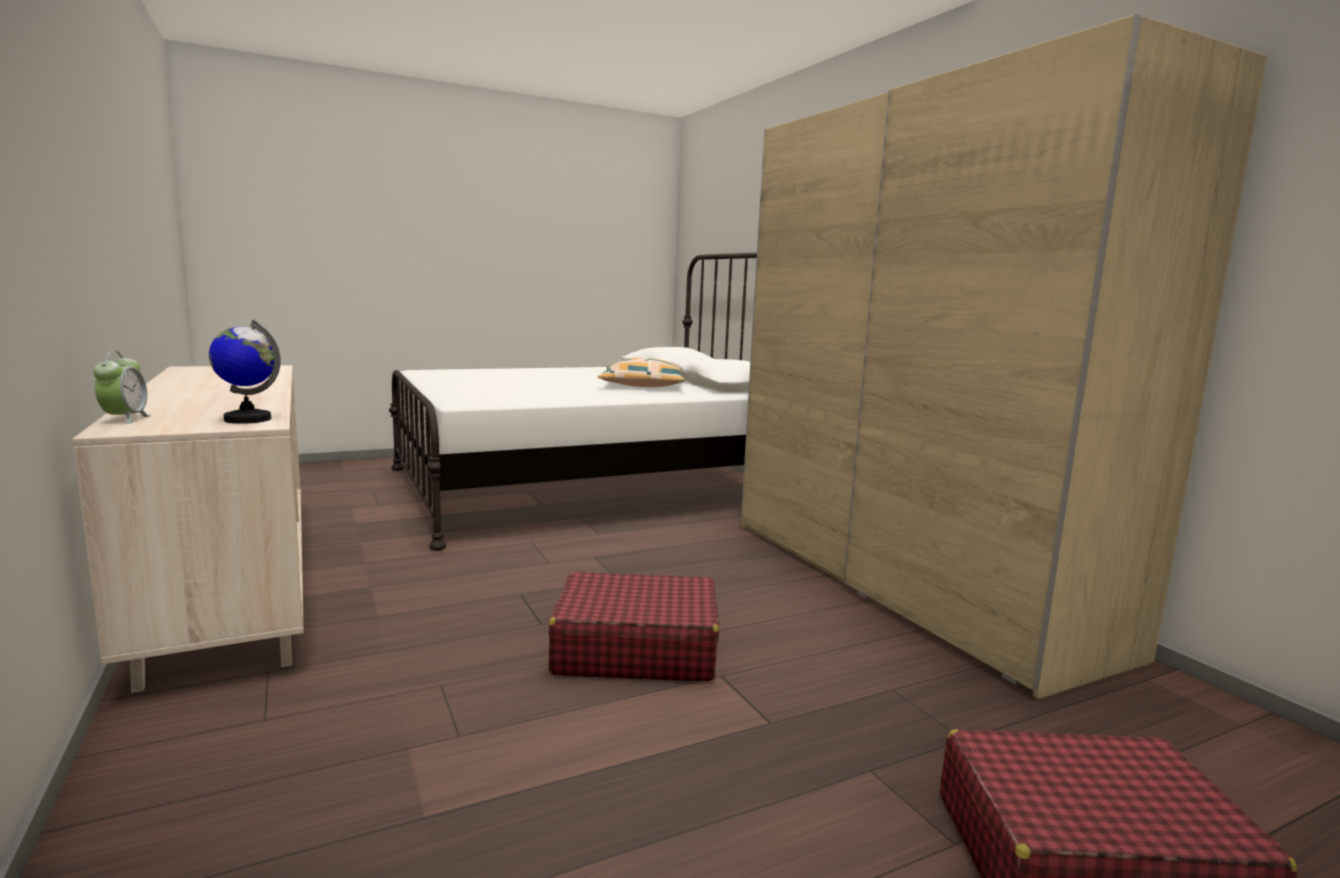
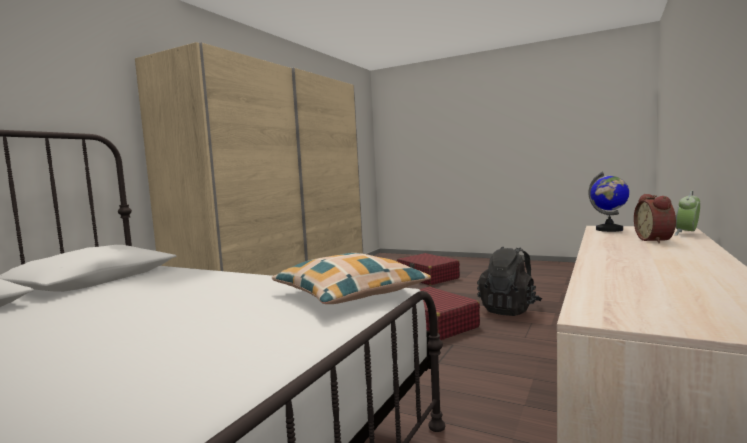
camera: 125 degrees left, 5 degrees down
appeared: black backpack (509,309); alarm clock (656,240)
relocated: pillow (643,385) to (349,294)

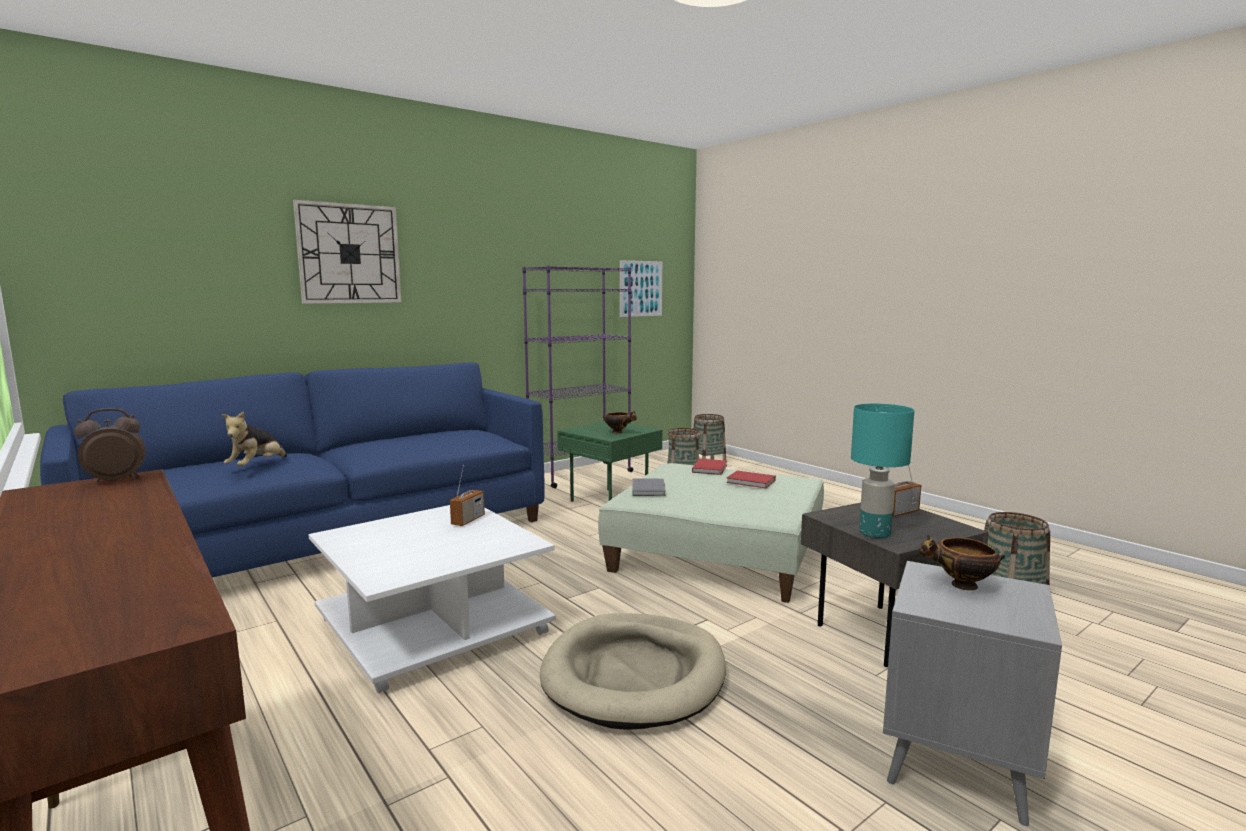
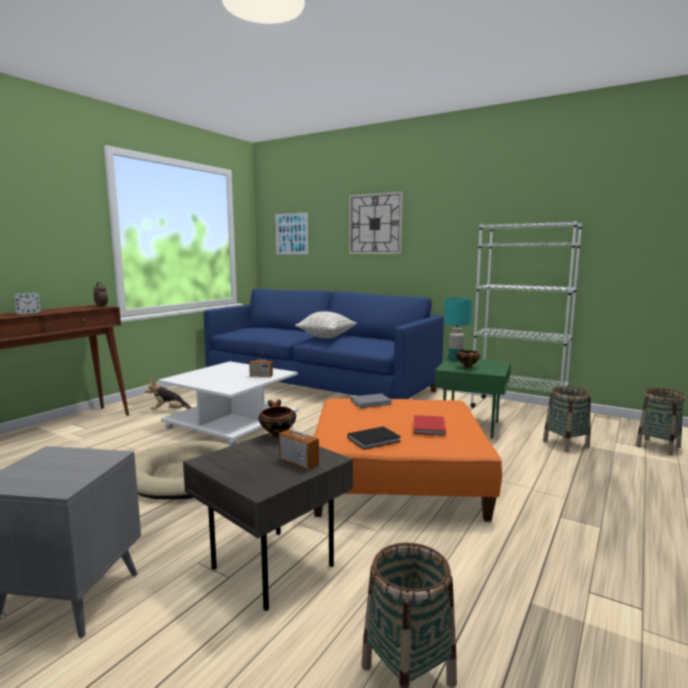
camera: 70 degrees right, 0 degrees up
missing: red book (710,468)
appeared: alarm clock (28,313); pillow (326,337); black book (375,440)
relocated: plush toy (257,466) to (170,412); bowl (961,586) to (277,436); picture (641,288) to (291,234); turquoise table lamp (874,533) to (455,359)
colour: green ottoman (718,553) to orange ottoman (398,479); purple bookcase (580,475) to white bookcase (517,408)

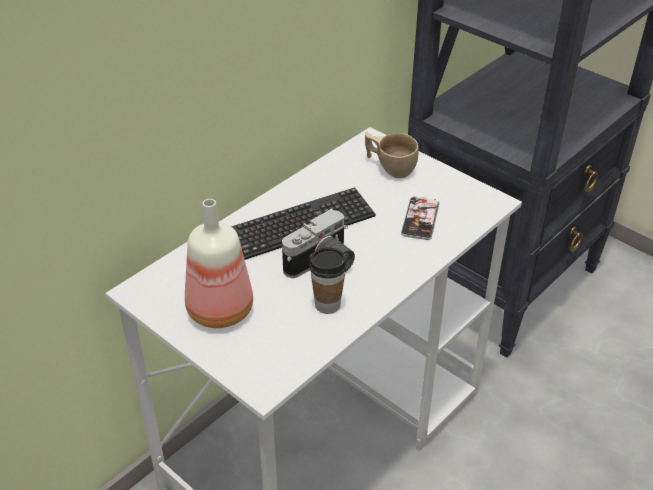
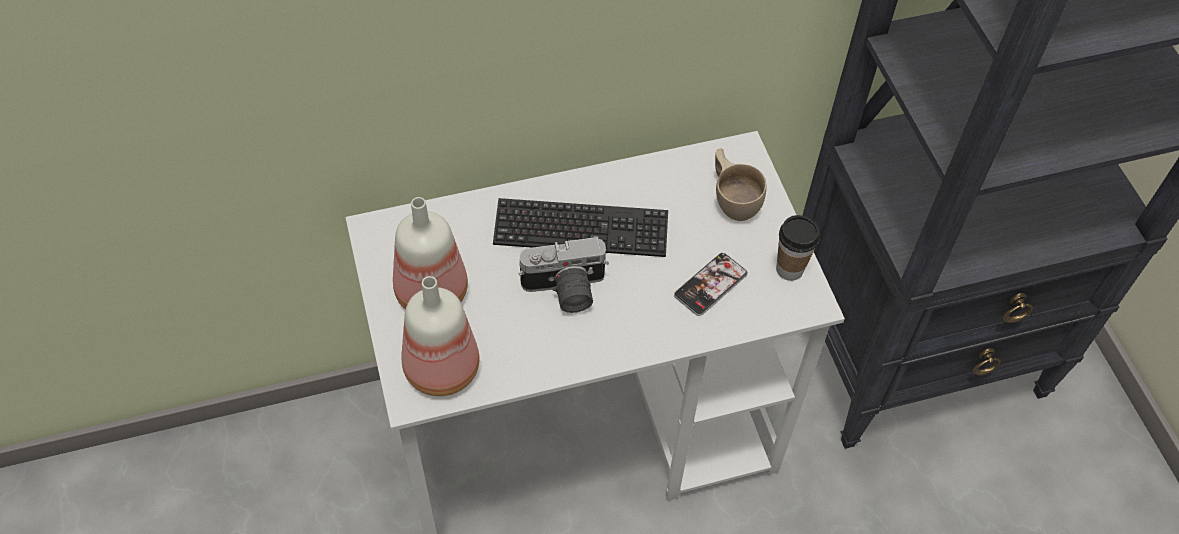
camera: 30 degrees right, 15 degrees up
appeared: bottle (442,370)
relocated: cup (327,305) to (789,269)

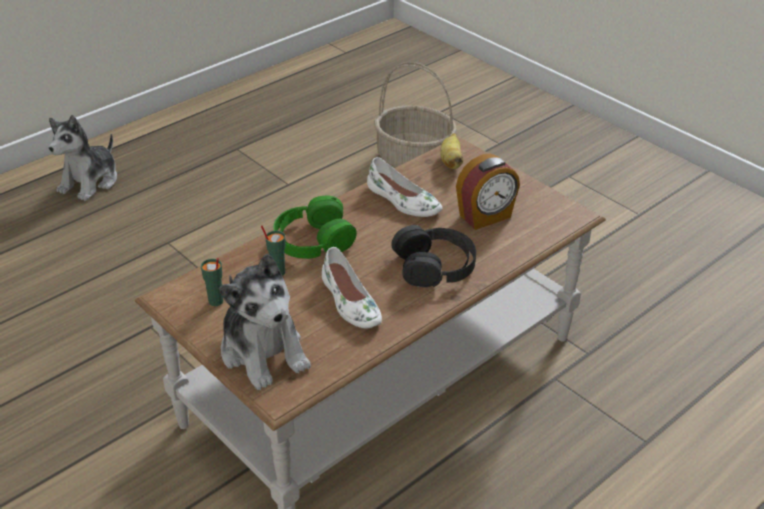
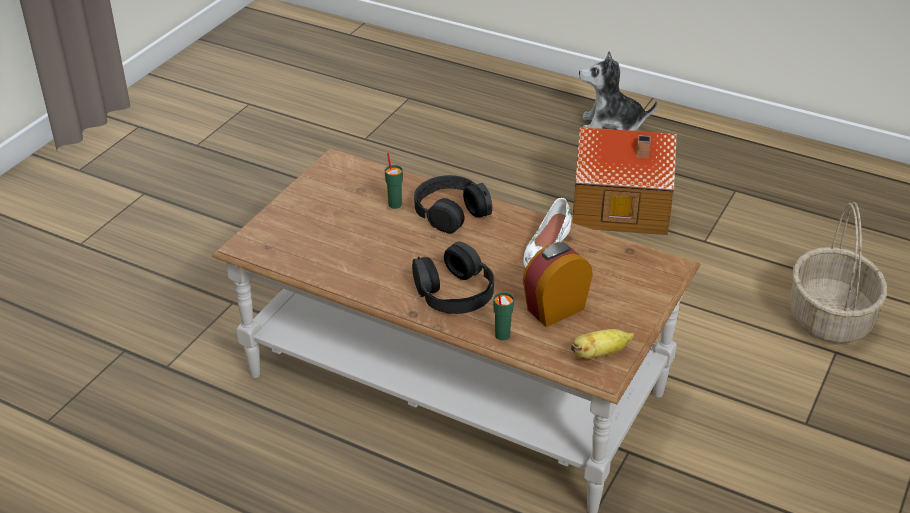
camera: 70 degrees right, 0 degrees up
missing: plush toy (264,351); white shoe (349,302)
appeared: toy house (622,205)
relocated: green cup (216,301) to (502,335); banana (451,162) to (599,354)
colour: green headphones (313,240) to black headphones (451,211)
spun: alarm clock (485,217) = (554,309) 105 degrees clockwise

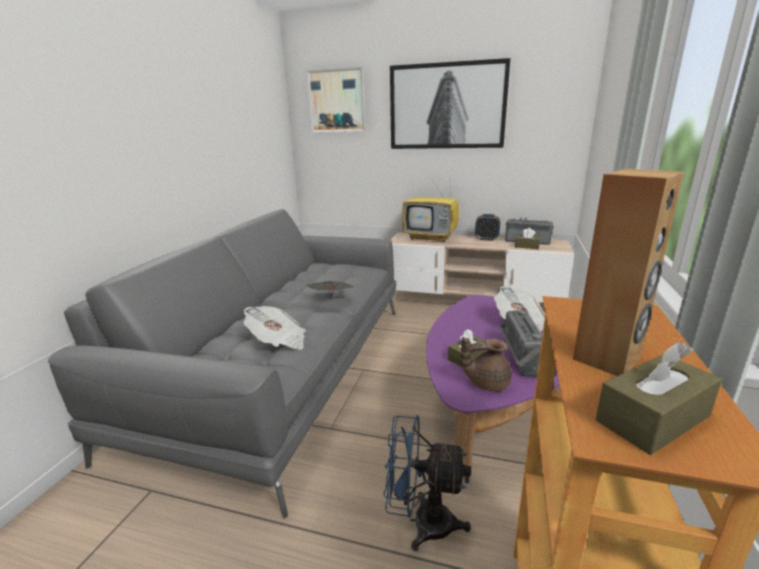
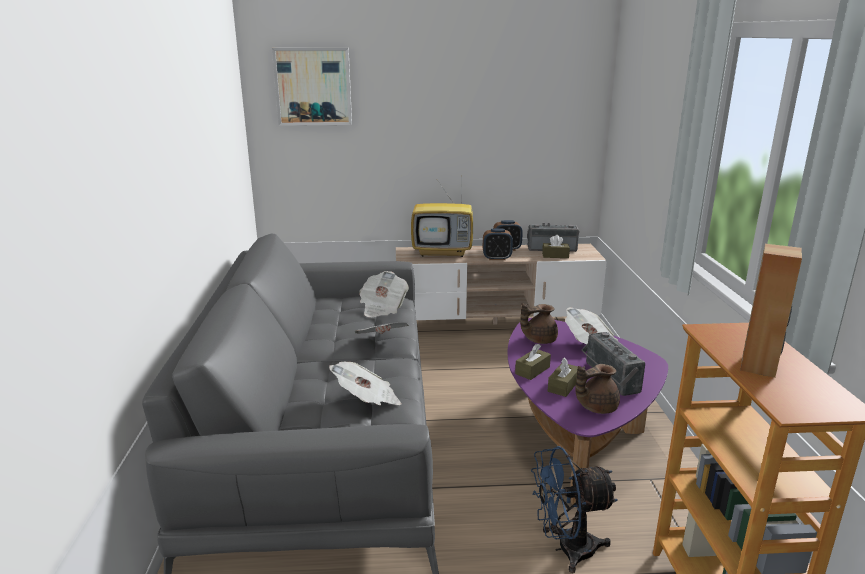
camera: 20 degrees left, 0 degrees up
missing: picture (446,106)
appeared: newspaper (382,307); alarm clock (497,258); brown teapot (538,339)
relocated: brown tissue box (652,418) to (532,370)

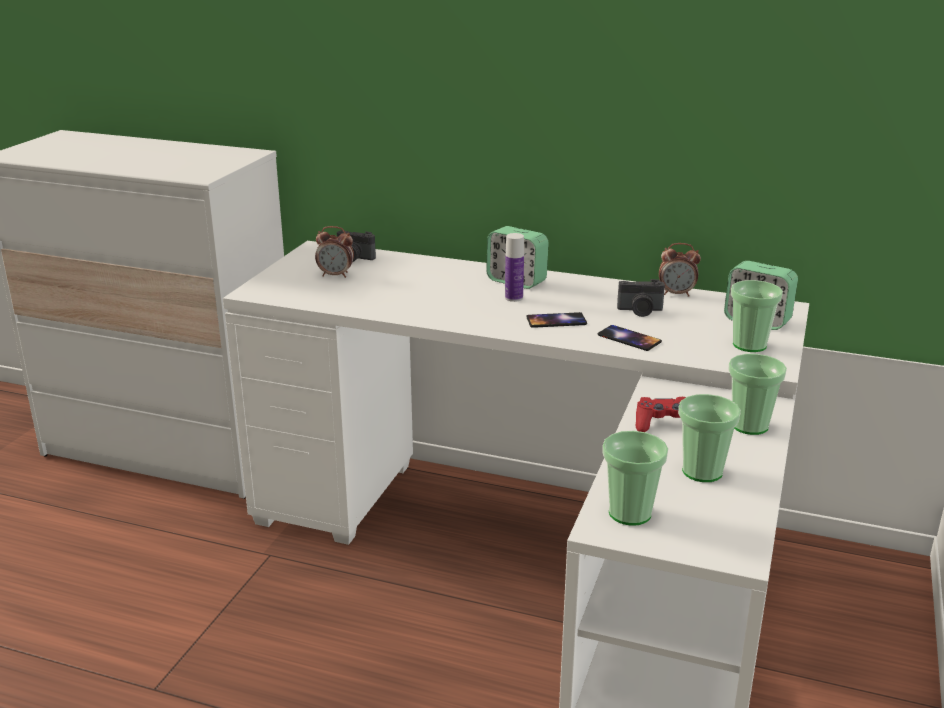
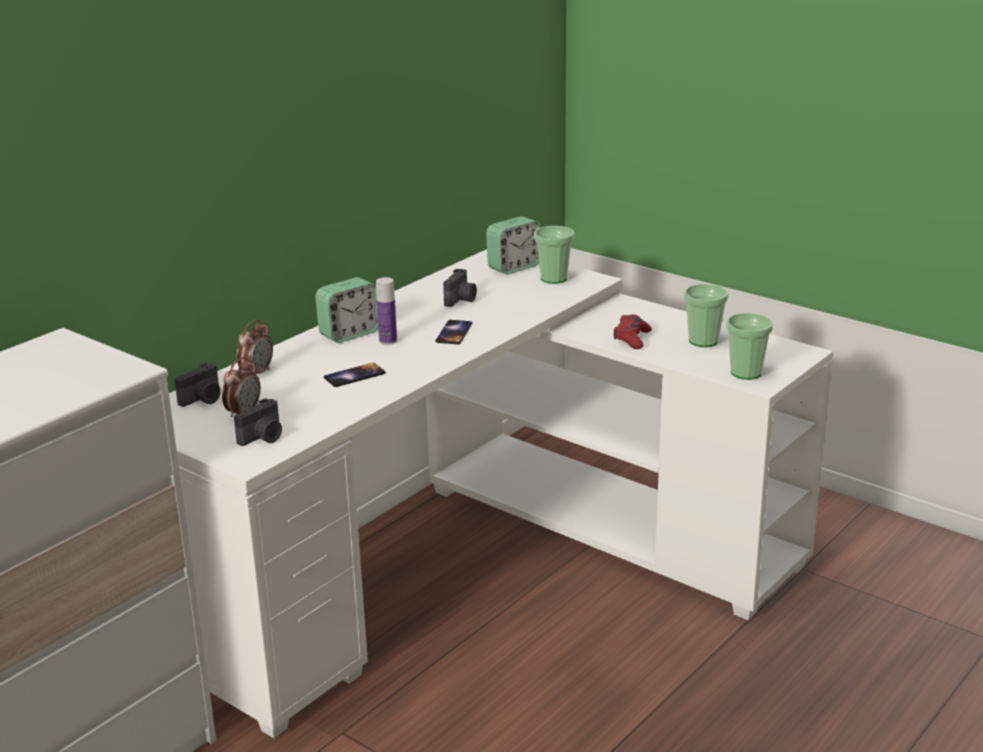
camera: 70 degrees left, 0 degrees up
missing: cup (749,425)
appeared: photo camera (263,438)
relocated: alarm clock (676,294) to (257,373); phone (629,338) to (354,375)

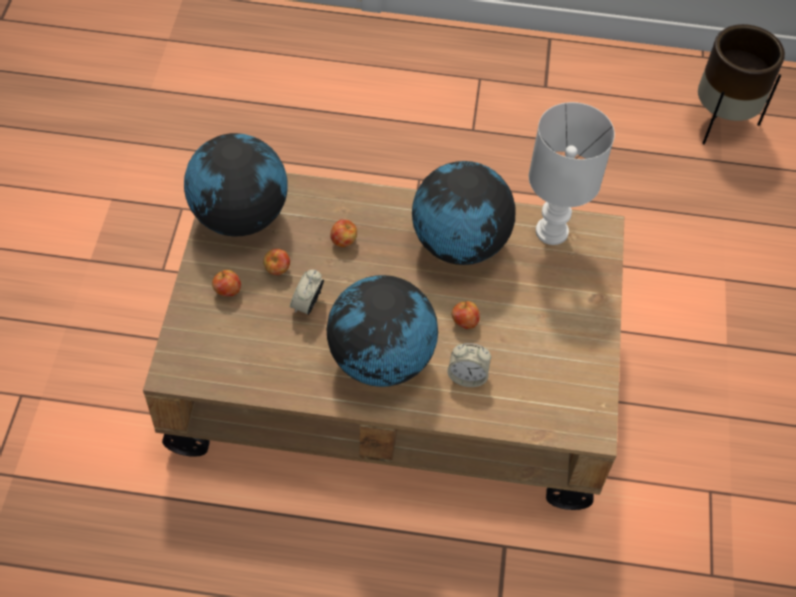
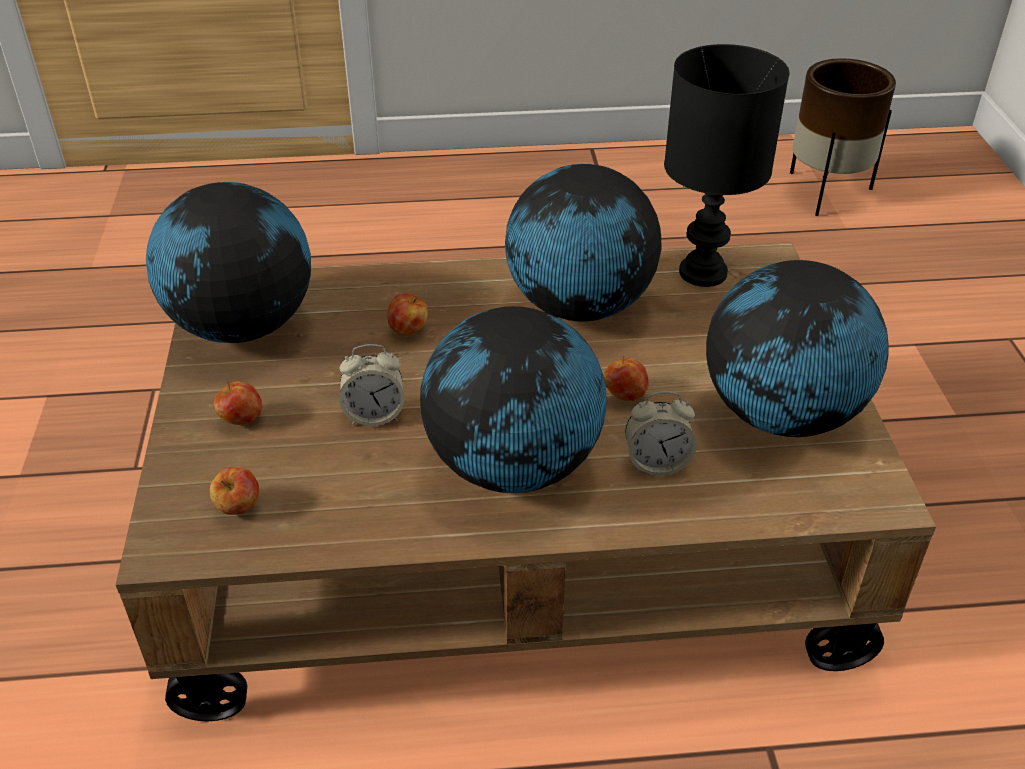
camera: 10 degrees left, 15 degrees down
appeared: globe (780,415)
relocated: apple (277,270) to (239,508)
colour: white table lamp (553,232) to black table lamp (705,273)
spun: alarm clock (307,304) = (374,415) 105 degrees counterclockwise

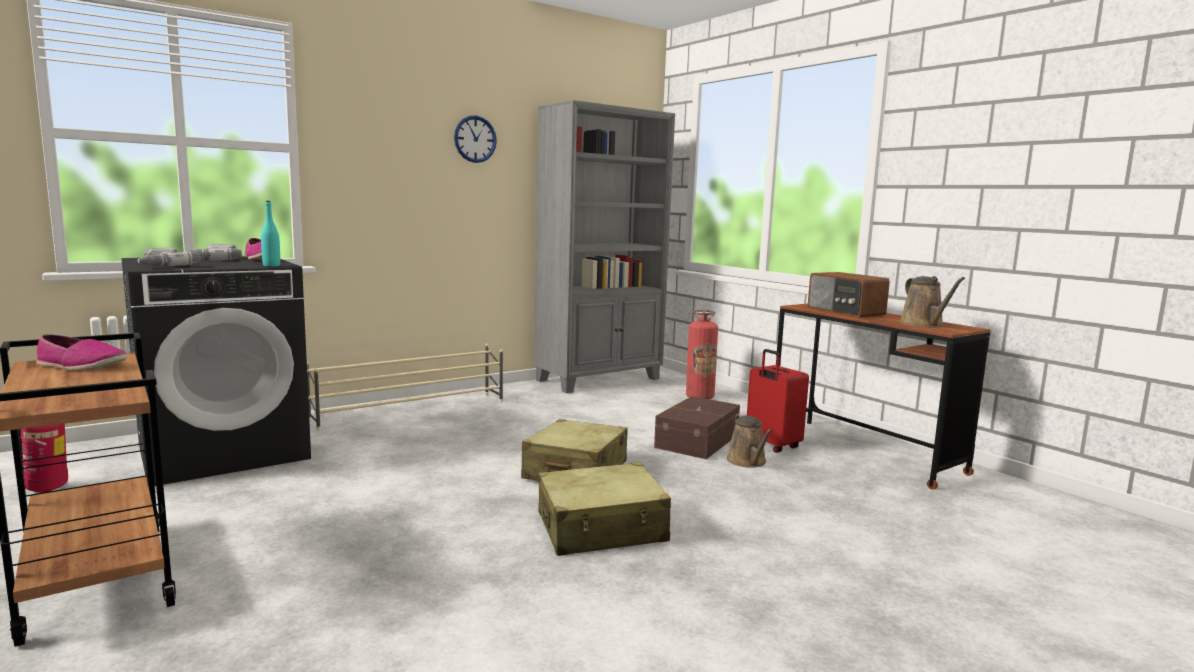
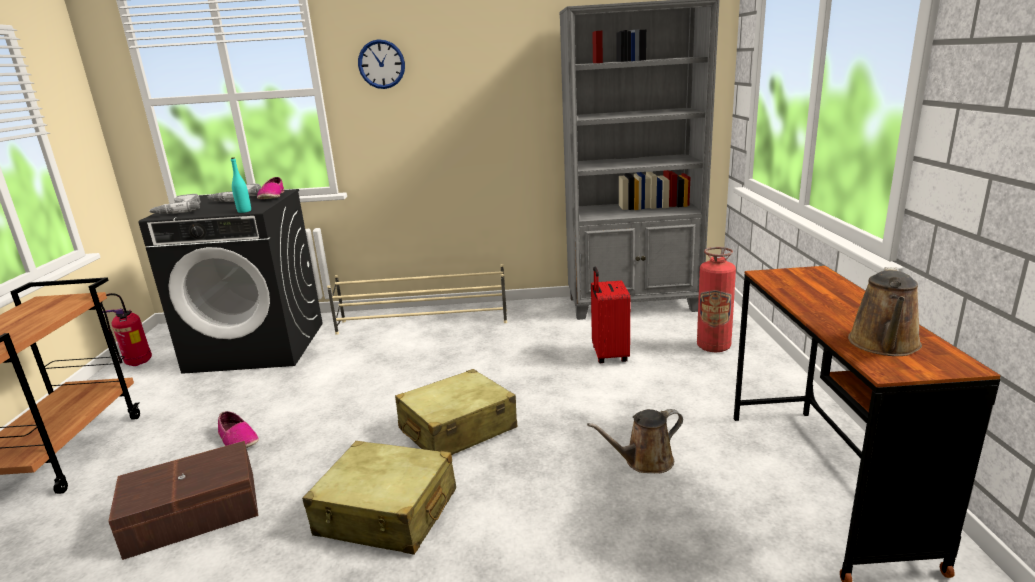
camera: 35 degrees right, 10 degrees up
missing: radio (845,312)
relocated: brown storage box (699,441) to (194,514); shoe (81,366) to (237,439); wall clock (475,139) to (381,64); red suitcase (771,445) to (608,355)
spun: brown watering can (748,462) = (644,461) 45 degrees clockwise

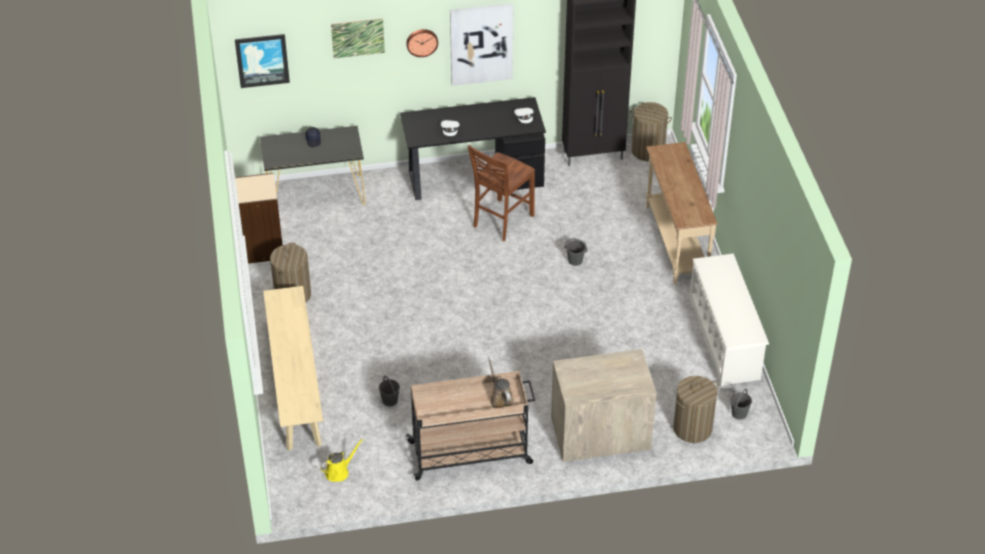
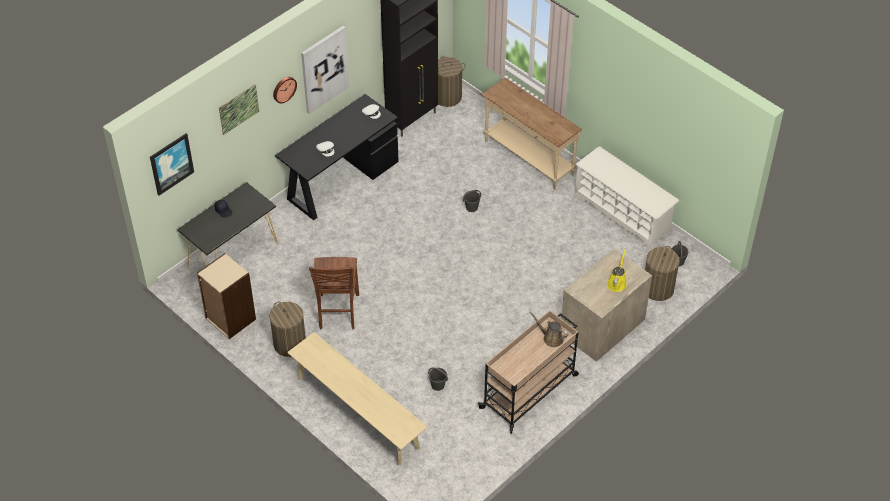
camera: 35 degrees left, 5 degrees up
relocated: brown chair (501,221) to (337,312); yellow watering can (339,471) to (617,282)

